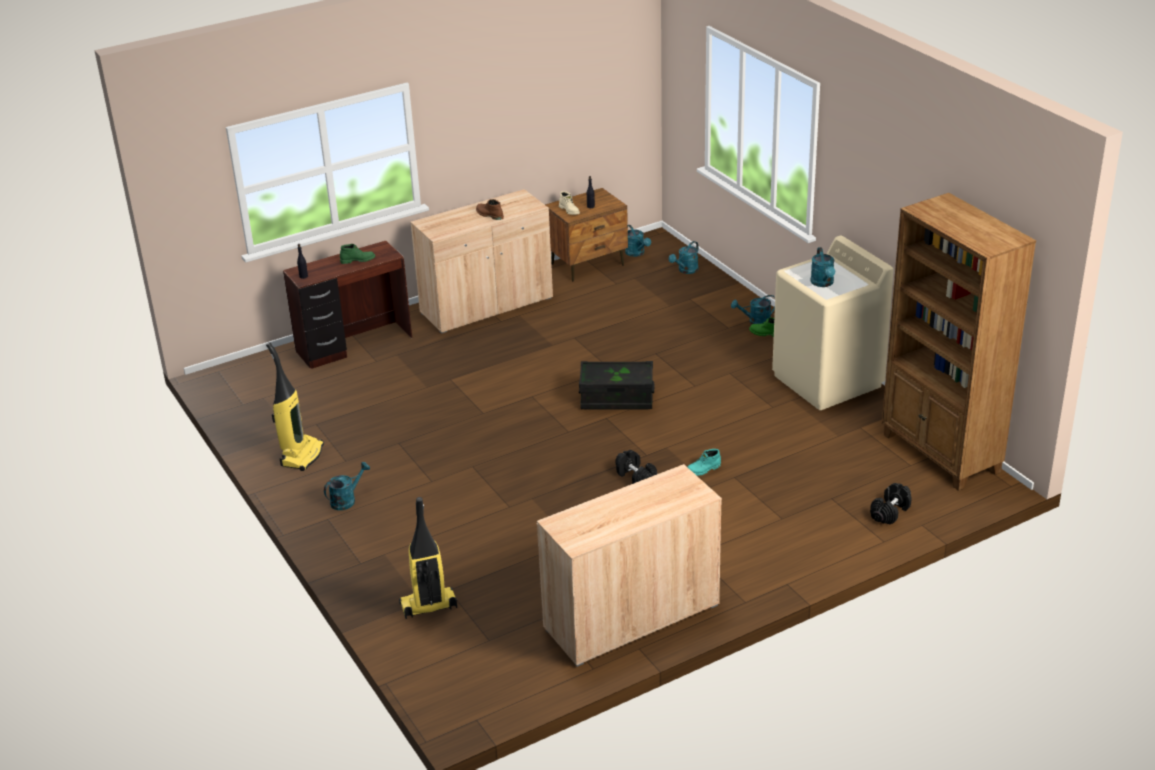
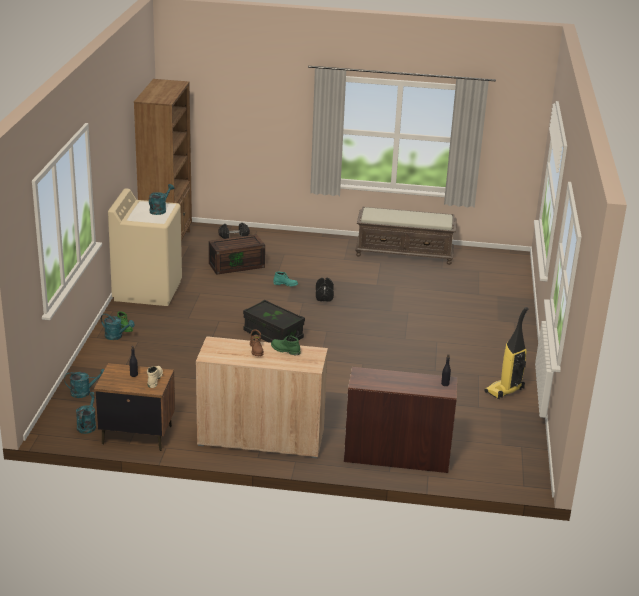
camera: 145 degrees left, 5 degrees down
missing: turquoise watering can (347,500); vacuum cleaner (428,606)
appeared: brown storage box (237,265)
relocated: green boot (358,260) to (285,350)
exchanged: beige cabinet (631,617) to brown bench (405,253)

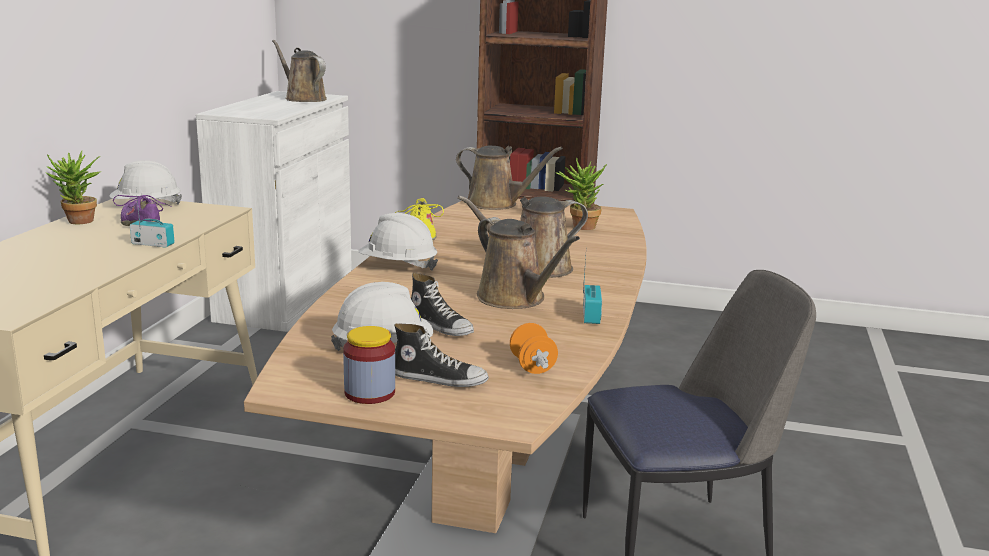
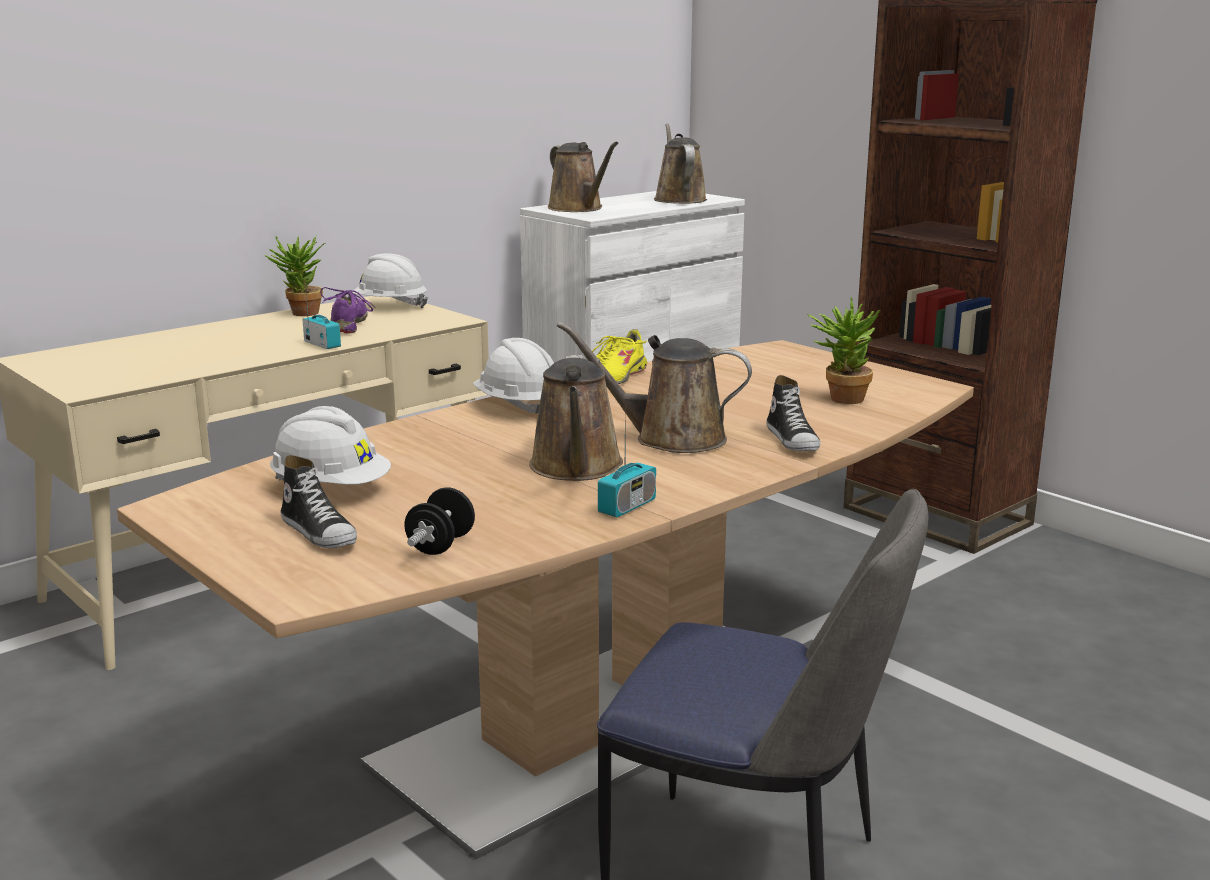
camera: 35 degrees right, 0 degrees up
missing: jar (369,393)
relocated: brown watering can (496,204) to (578,208); shoe (440,326) to (793,440)
colour: orange dumbbell (532,366) to black dumbbell (441,545)

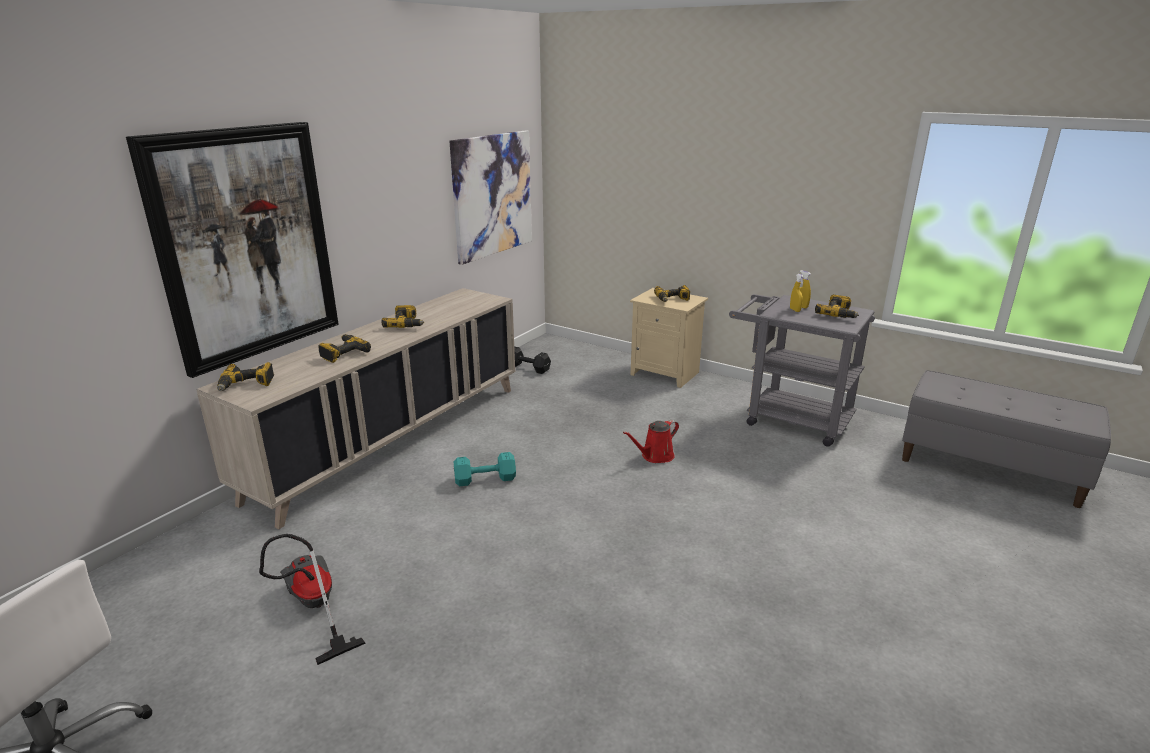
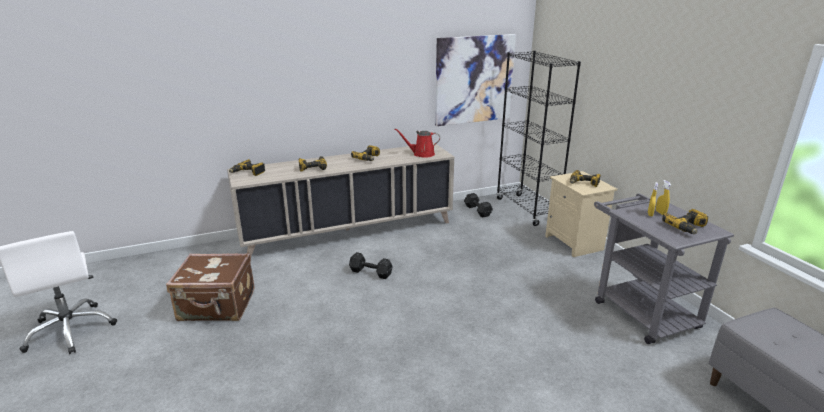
camera: 35 degrees right, 0 degrees up
missing: picture (246,245)
appeared: black bookcase (527,210)
relocated: red watering can (655,456) to (421,154)
exchanged: vacuum cleaner (312,607) to brown suitcase (217,306)
colour: turquoise dumbbell (486,479) to black dumbbell (371,273)

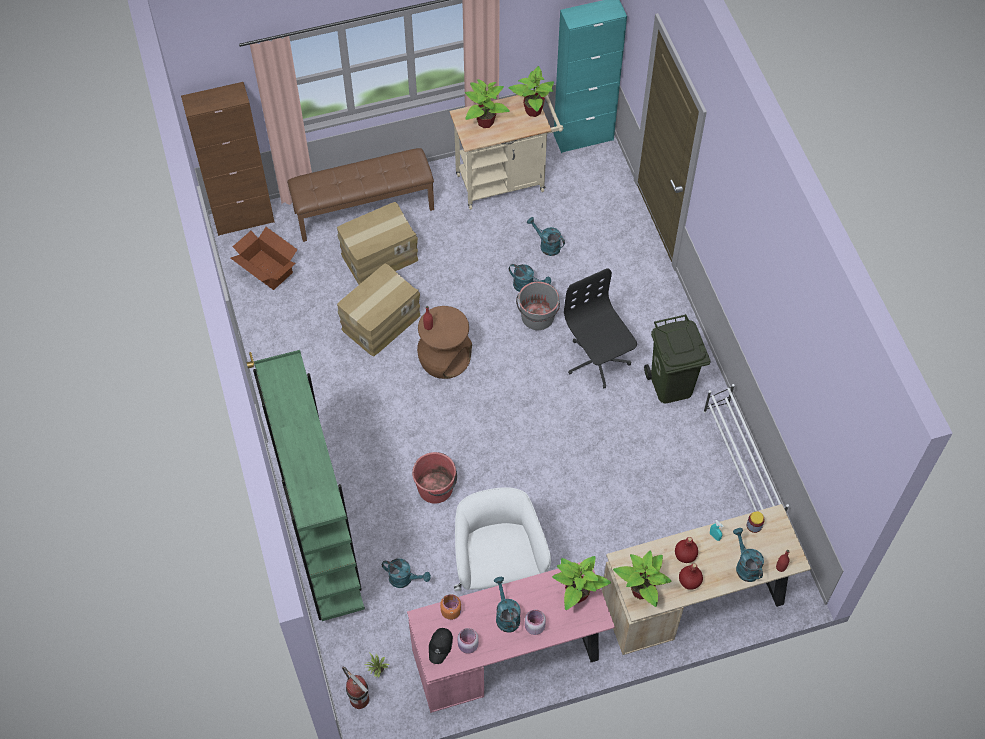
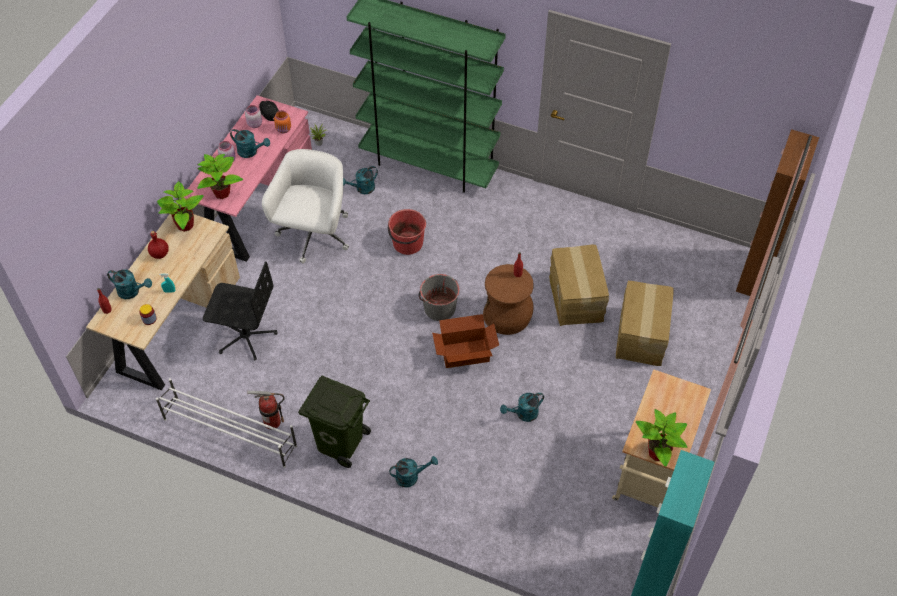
camera: 130 degrees right, 5 degrees down
missing: brown bench (364,209); potted plant (485,122); red bottle (685,556)
relocated: black office chair (597,361) to (245,335); fire extinguisher (359,699) to (272,422); turquoise watering can (546,245) to (411,476); grey bucket (537,317) to (439,308); cardboard box (267,269) to (465,354)
spun: white office chair (498,573) = (314,236) 105 degrees counterclockwise

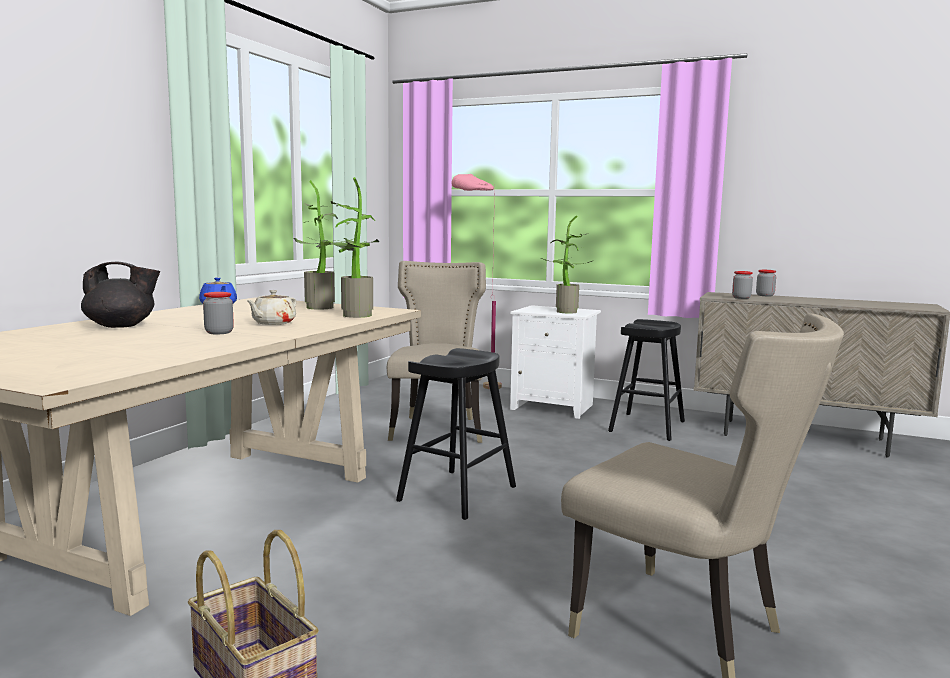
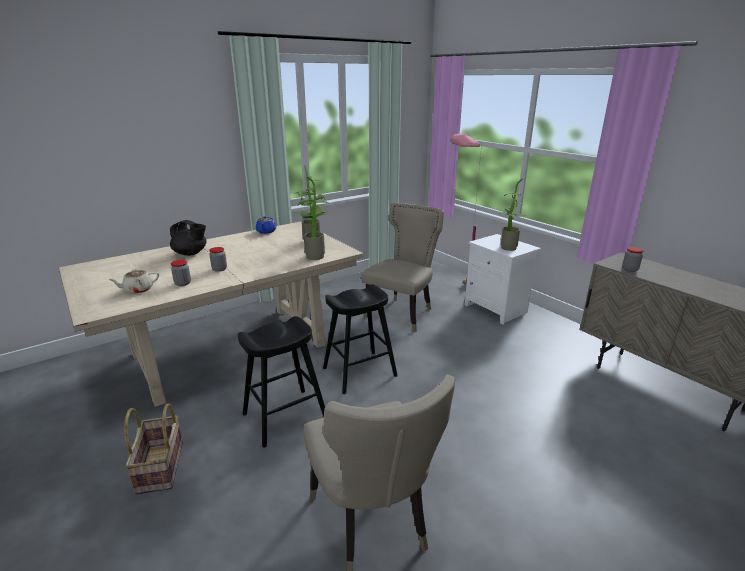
camera: 30 degrees right, 15 degrees up
relocated: beige teapot (273,323) to (138,290); jar (765,295) to (183,283); black stool (647,426) to (285,416)

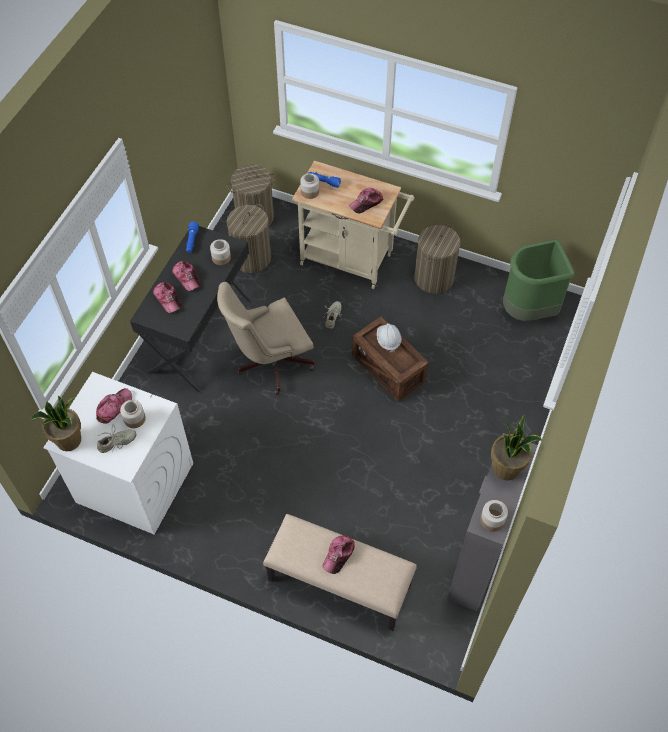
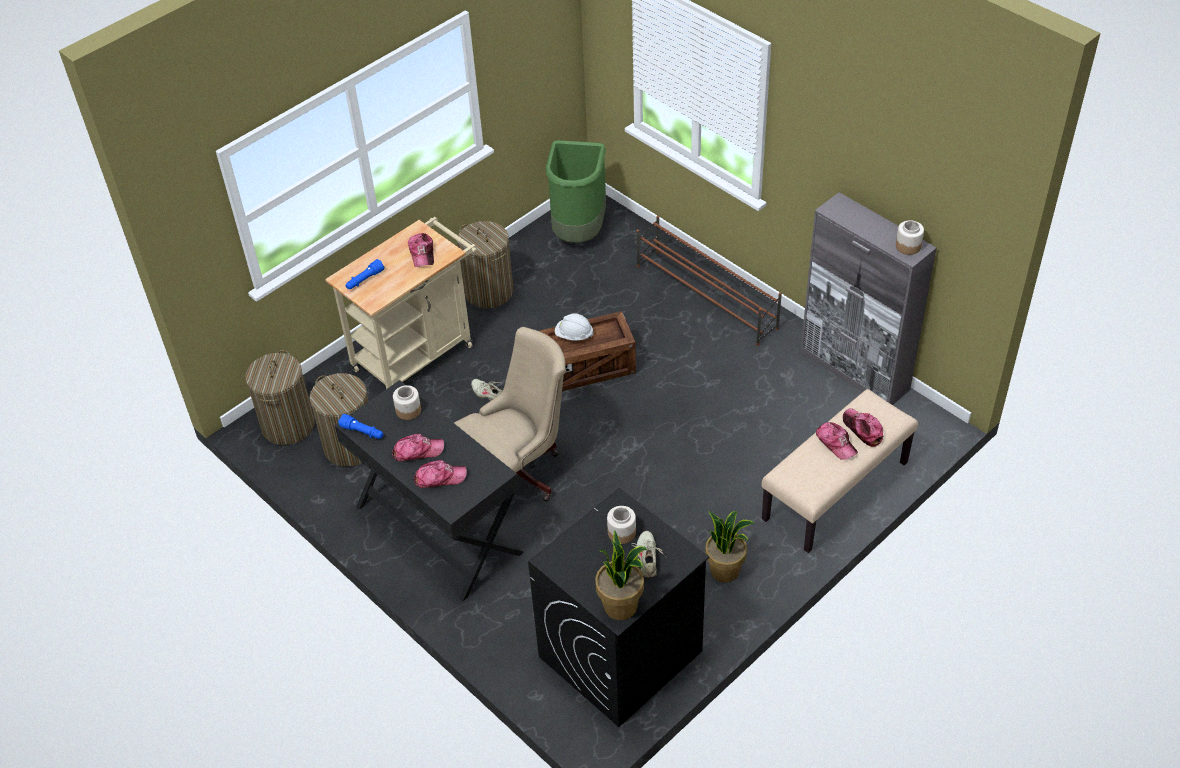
camera: 65 degrees left, 10 degrees down
missing: jar (309,192)
appeared: brown shoe rack (706,297)
relocated: potted plant (506,468) to (725,570); cap (114,407) to (862,429)
colour: white washing machine (134,482) to black washing machine (620,654)
spun: beige office chair (269,363) = (519,472) 120 degrees counterclockwise

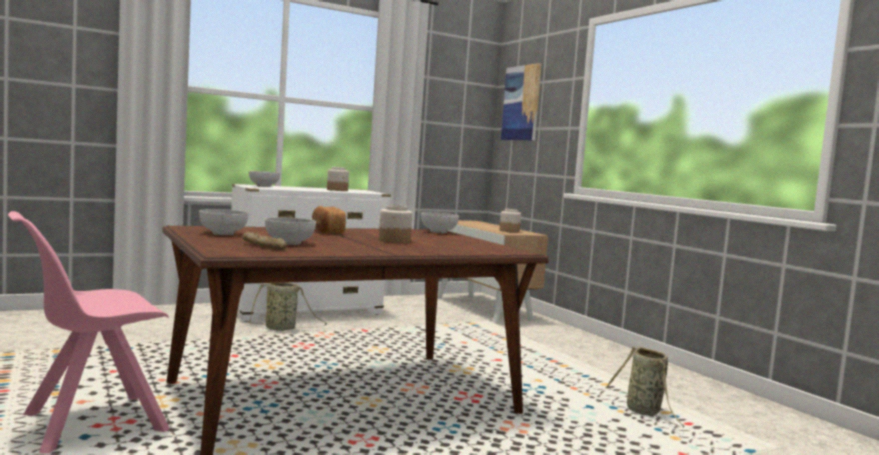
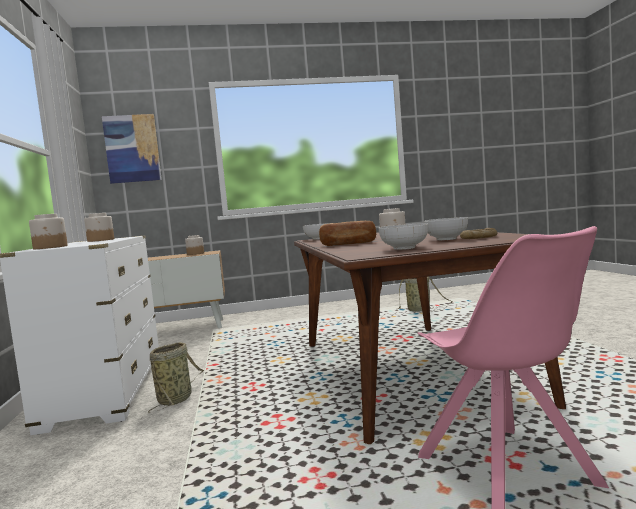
camera: 70 degrees left, 0 degrees up
exchanged: bowl (263,186) to jar (50,247)

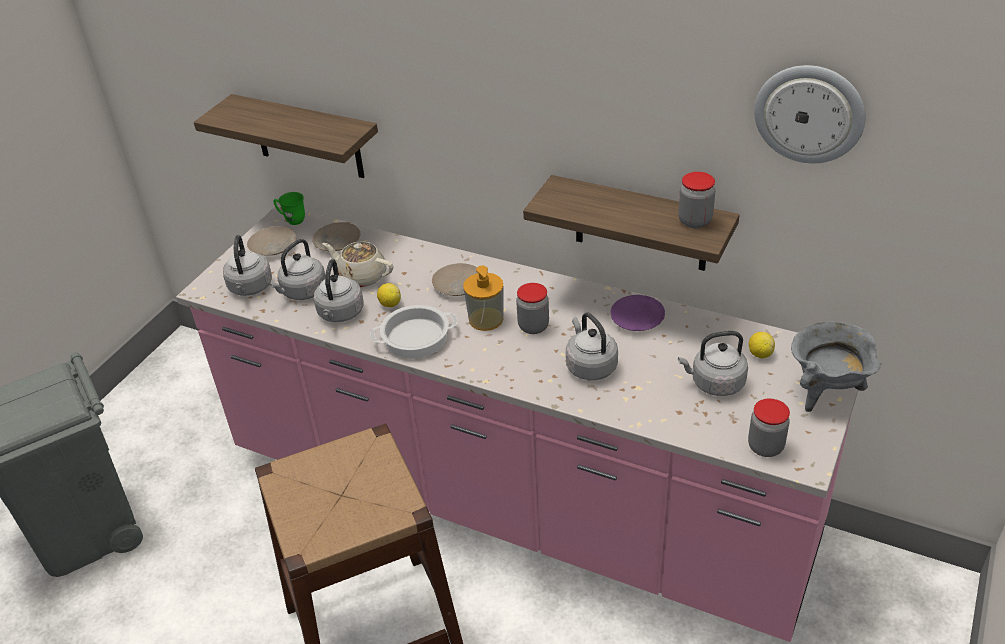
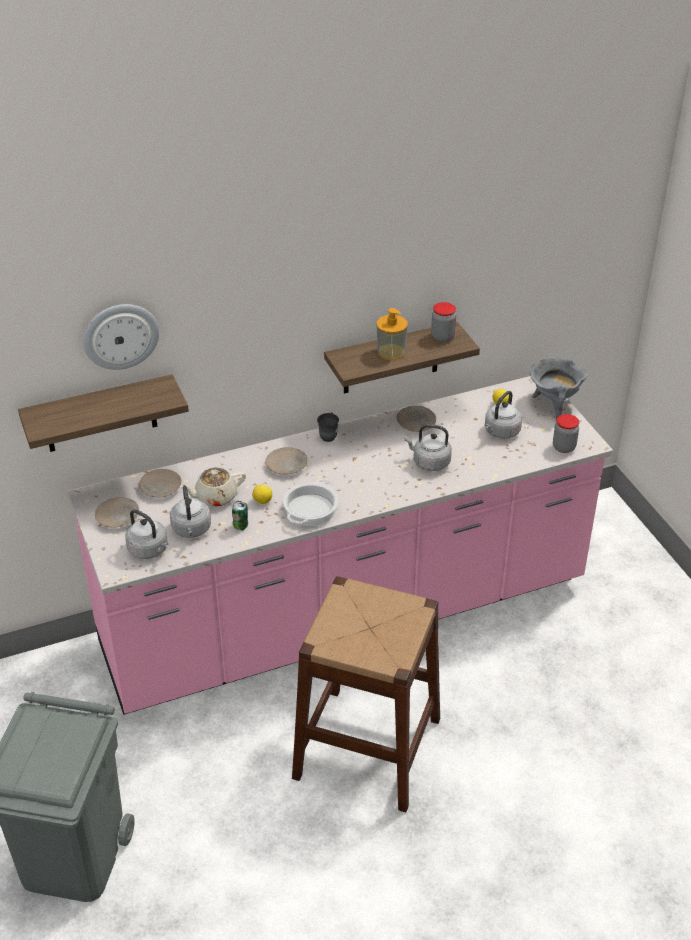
camera: 50 degrees left, 0 degrees up
missing: green mug (291,219); jar (533,326)
appeared: grey mug (329,435)
relocated: wall clock (809,113) to (120,335); soap dispenser (486,319) to (391,352)
exchanged: grey kettle (340,314) to can (240,526)
colour: purple plate (638,318) to beige plate (416,423)

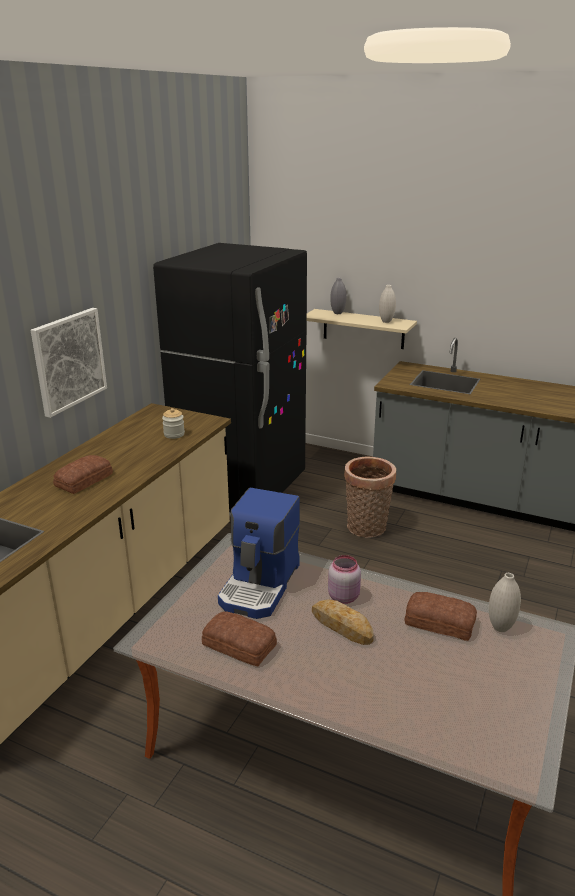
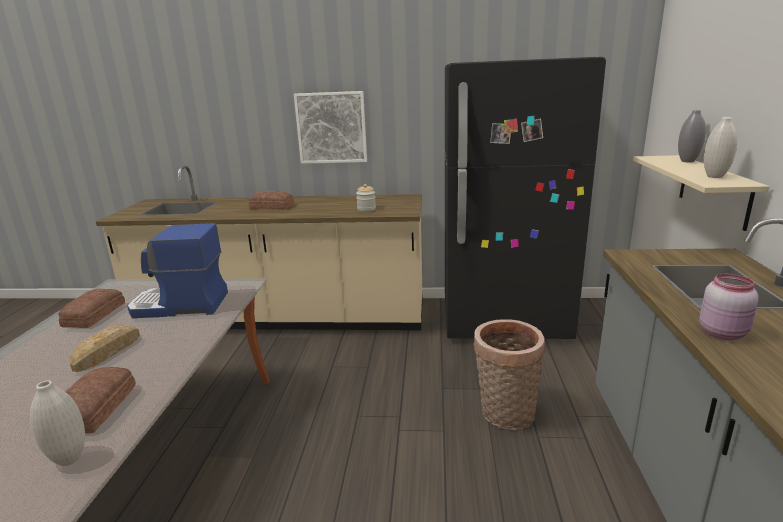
camera: 70 degrees right, 5 degrees down
relocated: pink jar (344,596) to (723,333)

